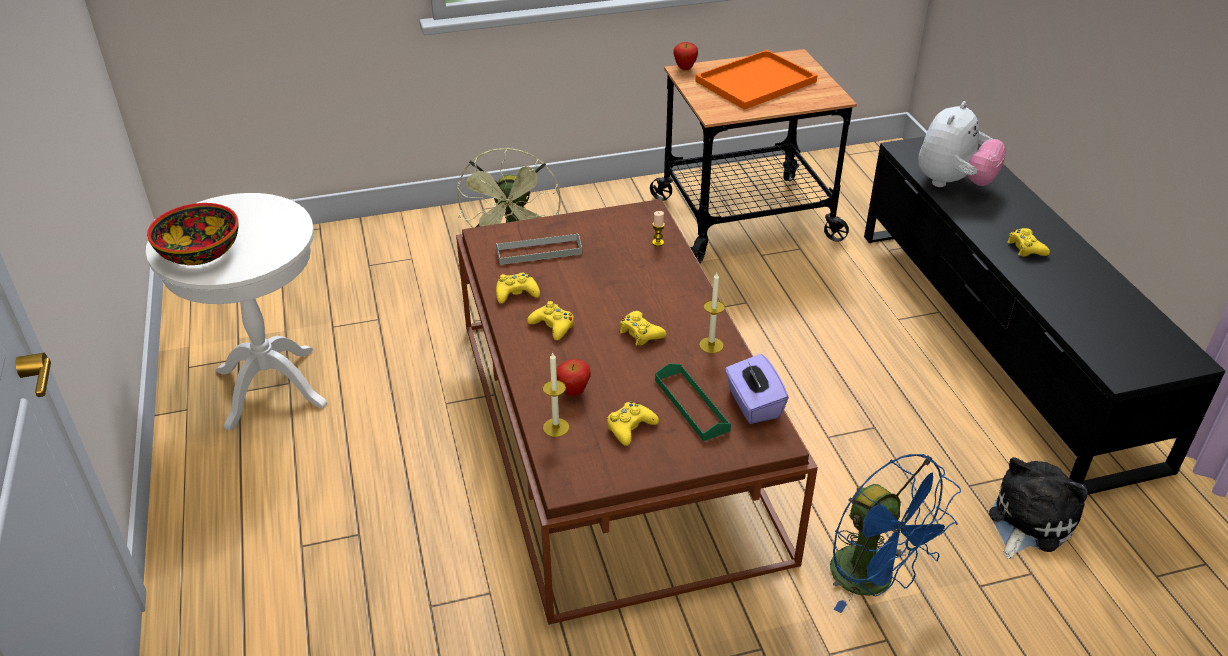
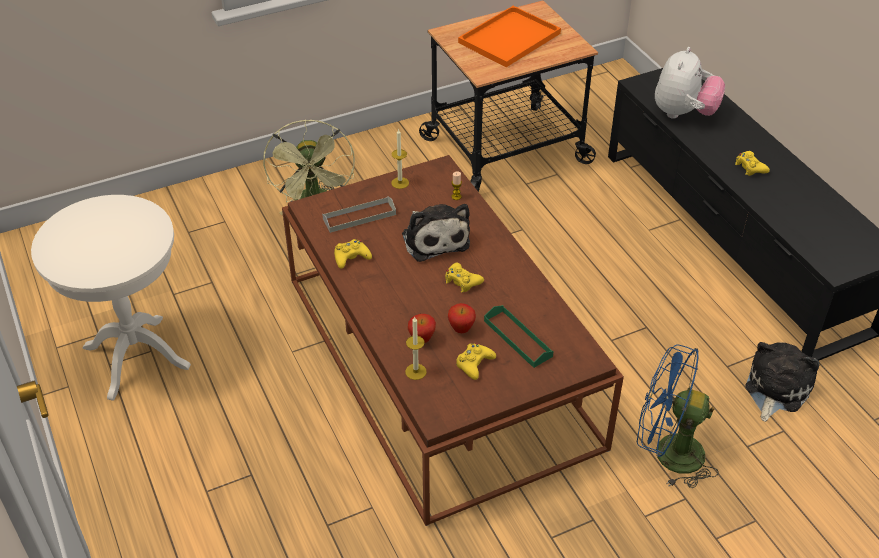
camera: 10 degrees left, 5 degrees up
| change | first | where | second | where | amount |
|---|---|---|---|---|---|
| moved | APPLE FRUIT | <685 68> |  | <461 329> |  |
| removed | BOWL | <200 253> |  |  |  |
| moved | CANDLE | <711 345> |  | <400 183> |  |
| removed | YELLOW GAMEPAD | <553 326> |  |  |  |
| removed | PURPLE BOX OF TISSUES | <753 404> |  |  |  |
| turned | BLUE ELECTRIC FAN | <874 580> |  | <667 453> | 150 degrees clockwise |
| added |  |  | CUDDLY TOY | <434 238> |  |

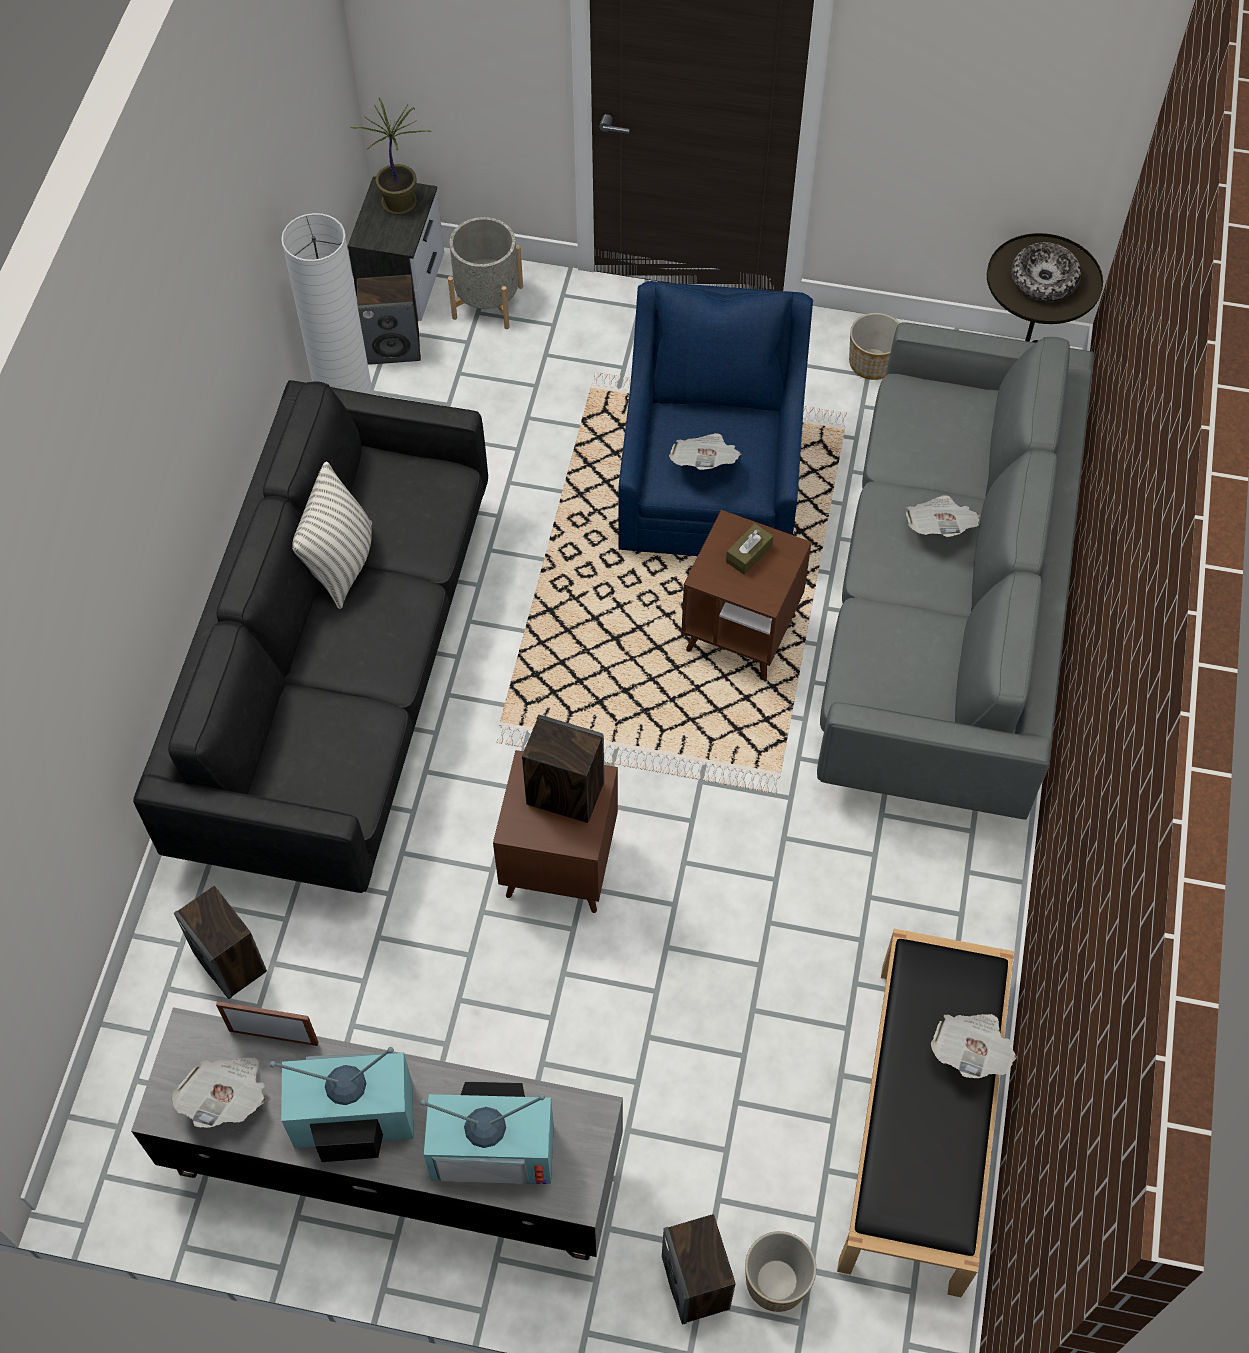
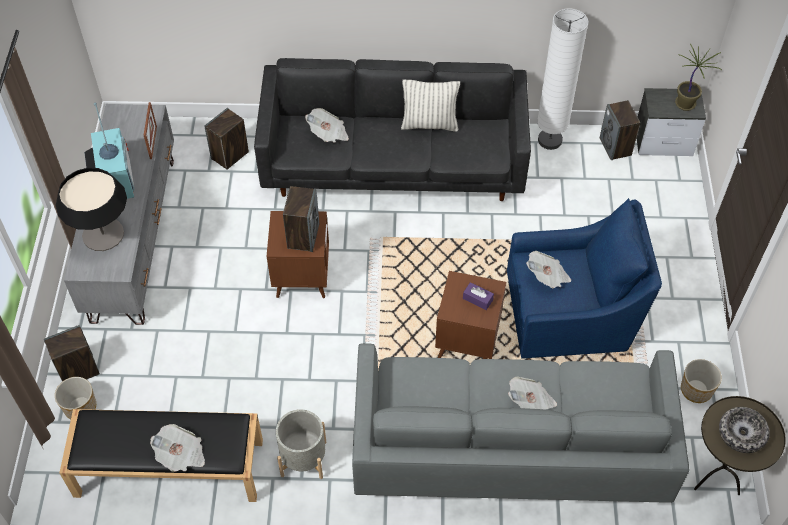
camera: 80 degrees right, 5 degrees down
| change | first | where | second | where | amount |
|---|---|---|---|---|---|
| moved | GREY PLANT POT | <487 302> |  | <303 458> |  |
| recoloured | BROWNISH BOX OF TISSUES | <749 554> | PURPLE BOX OF TISSUES | <477 299> |  |
| moved | NEWSPAPER | <227 1097> |  | <328 134> |  |
| replaced | TELEVISION | <495 1146> | TABLETOP LAMP | <103 234> |  |

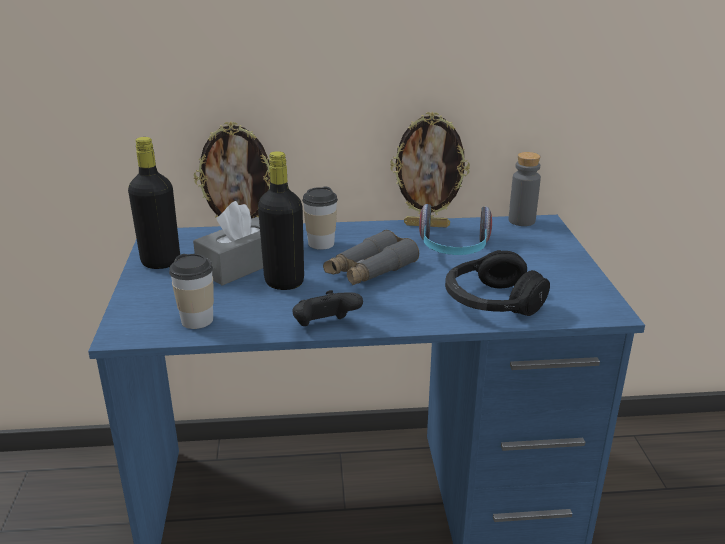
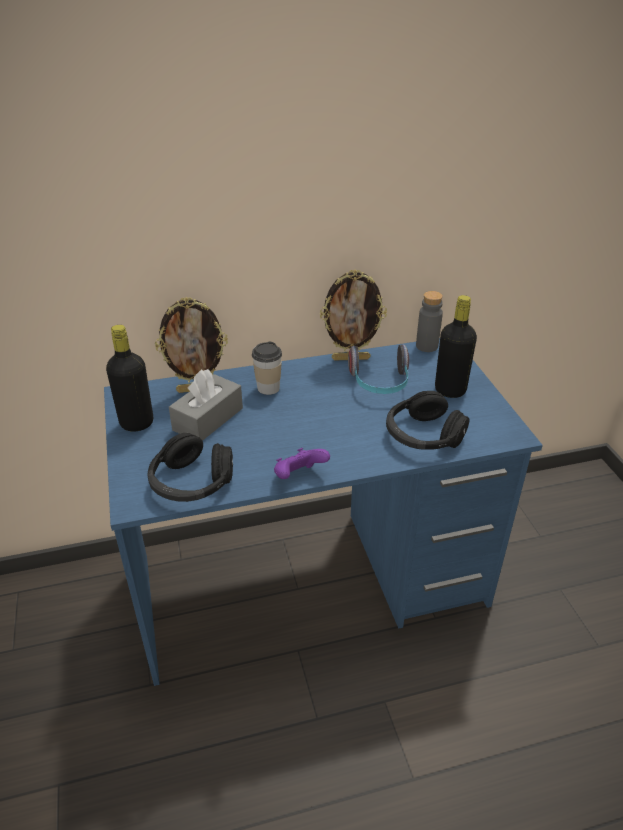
camera: 10 degrees left, 10 degrees up
| change | first | where | second | where | amount |
|---|---|---|---|---|---|
| moved | BLACK-COLOURED DRINK BOTTLE | <284 282> |  | <450 390> |  |
| removed | GREY BINOCULARS | <370 270> |  |  |  |
| replaced | DRINKING CUP | <197 320> | BLACK-COLOURED PAIR OF HEADPHONES | <191 482> |  |
| recoloured | BLACK-COLOURED GAMEPAD | <325 327> | PURPLE GAMEPAD | <298 477> |  |

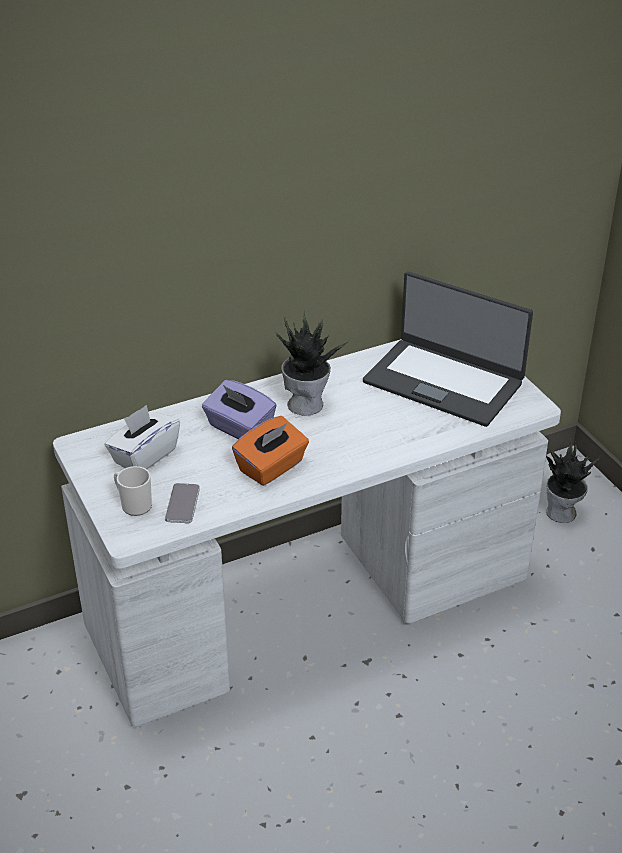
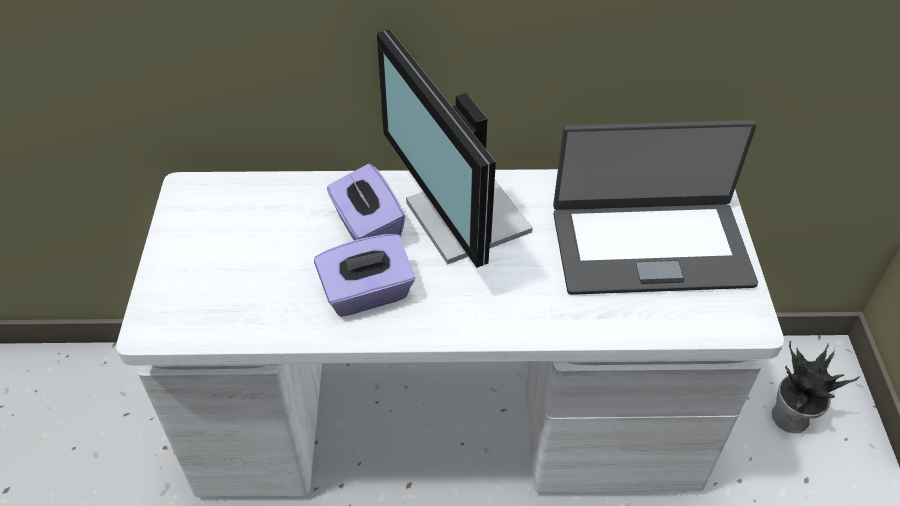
camera: 25 degrees right, 10 degrees up
| change | first | where | second | where | amount |
|---|---|---|---|---|---|
| turned | PORTABLE COMPUTER | <444 381> |  | <649 245> | 60 degrees counterclockwise |
| replaced | POTTED PLANT | <306 403> | MONITOR | <463 220> |  |
| removed | WHITE BOX OF TISSUES | <144 456> |  |  |  |
| recoloured | ORANGE BOX OF TISSUES | <271 467> | PURPLE BOX OF TISSUES | <367 294> |  |
| removed | COFFEE MUG | <133 504> |  |  |  |
| removed | TELEPHONE | <182 504> |  |  |  |

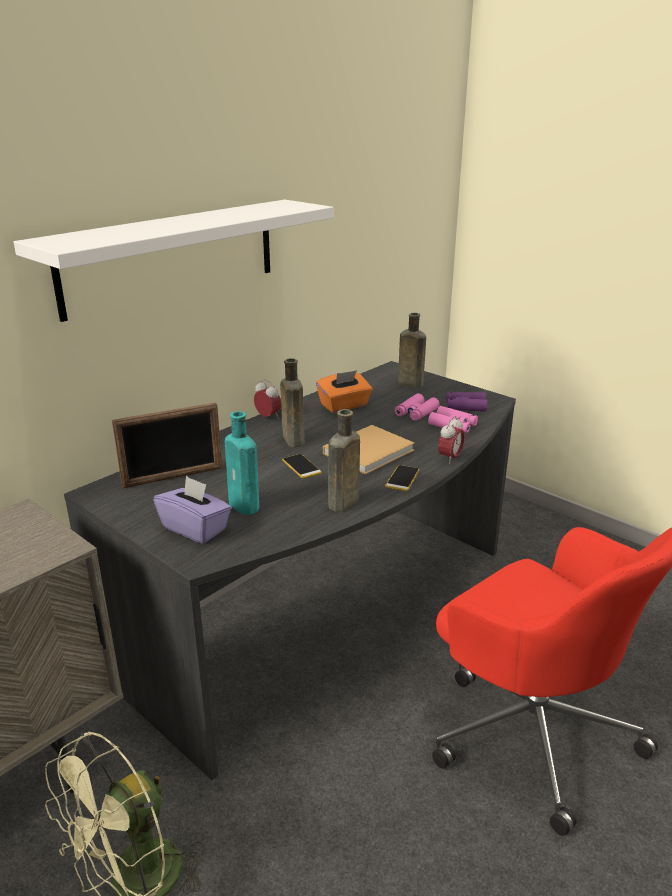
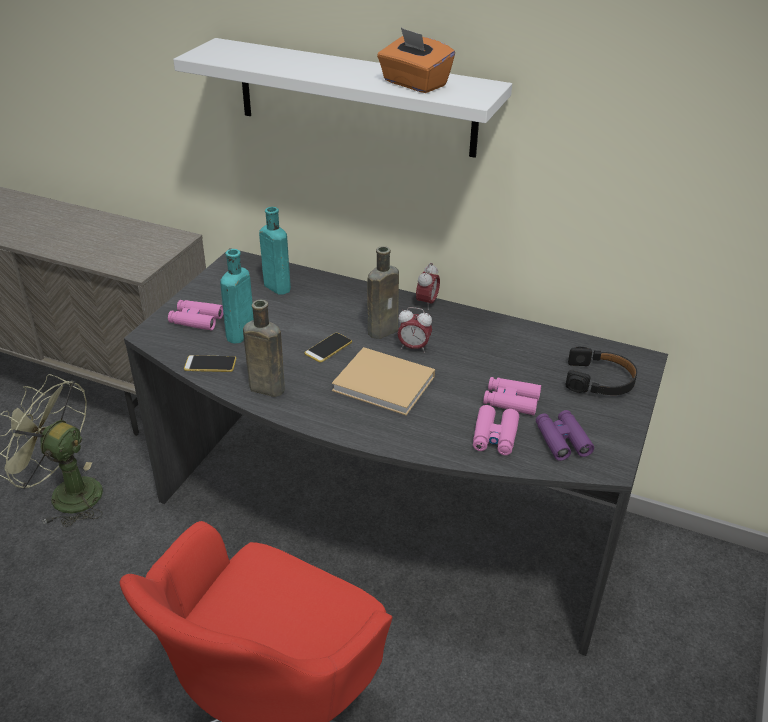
camera: 70 degrees right, 10 degrees up
| change | first | where | second | where | amount |
|---|---|---|---|---|---|
| replaced | BROWNISH DRINK BOTTLE | <408 383> | BLACK-COLOURED PAIR OF HEADPHONES | <599 380> |  |
| moved | ORANGE BOX OF TISSUES | <344 406> |  | <414 84> |  |
| replaced | STANDING FRAME | <173 477> | TURQUOISE DRINK BOTTLE | <275 286> |  |
| moved | TABLE CLOCK | <450 458> |  | <413 347> |  |
| moved | TELEPHONE | <402 478> |  | <210 364> |  |
| replaced | PURPLE BOX OF TISSUES | <195 528> | PINK-COLOURED BINOCULARS | <196 320> |  |

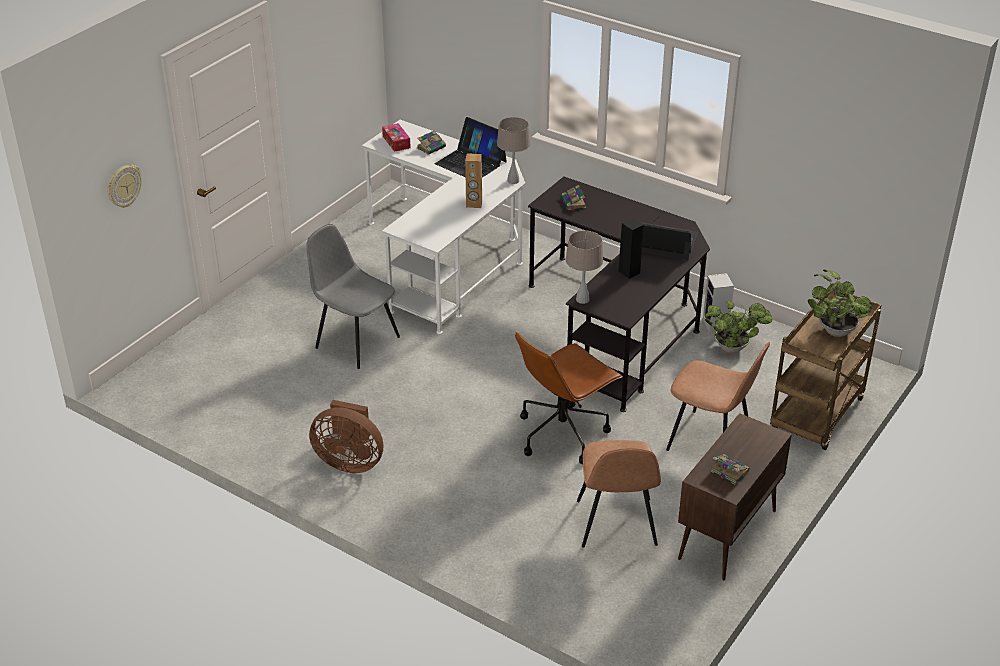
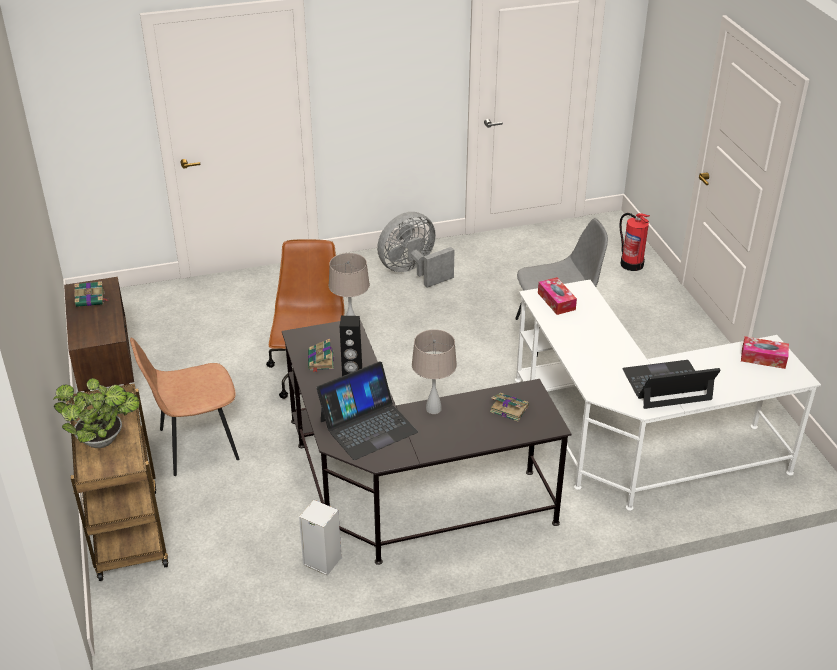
camera: 130 degrees right, 0 degrees up
| change | first | where | second | where | amount |
|---|---|---|---|---|---|
| moved | BEIGE TABLETOP LAMP | <513 180> |  | <433 408> |  |
| moved | BOOK | <431 147> |  | <321 361> |  |
| removed | BROWNISH AUDIO SPEAKER | <474 204> |  |  |  |
| removed | CLOCK ON THE WALL | <123 186> |  |  |  |
| removed | POTTED PLANT | <734 348> |  |  |  |
| recoloured | BROWNISH ELECTRIC FAN | <349 461> | GREY ELECTRIC FAN | <413 272> |  |
| removed | BROWNISH PLAIN CHAIR | <616 525> |  |  |  |
| added |  |  | EXTINGUISHER | <631 264> |  |
| added |  |  | BOX OF TISSUES | <556 301> |  |

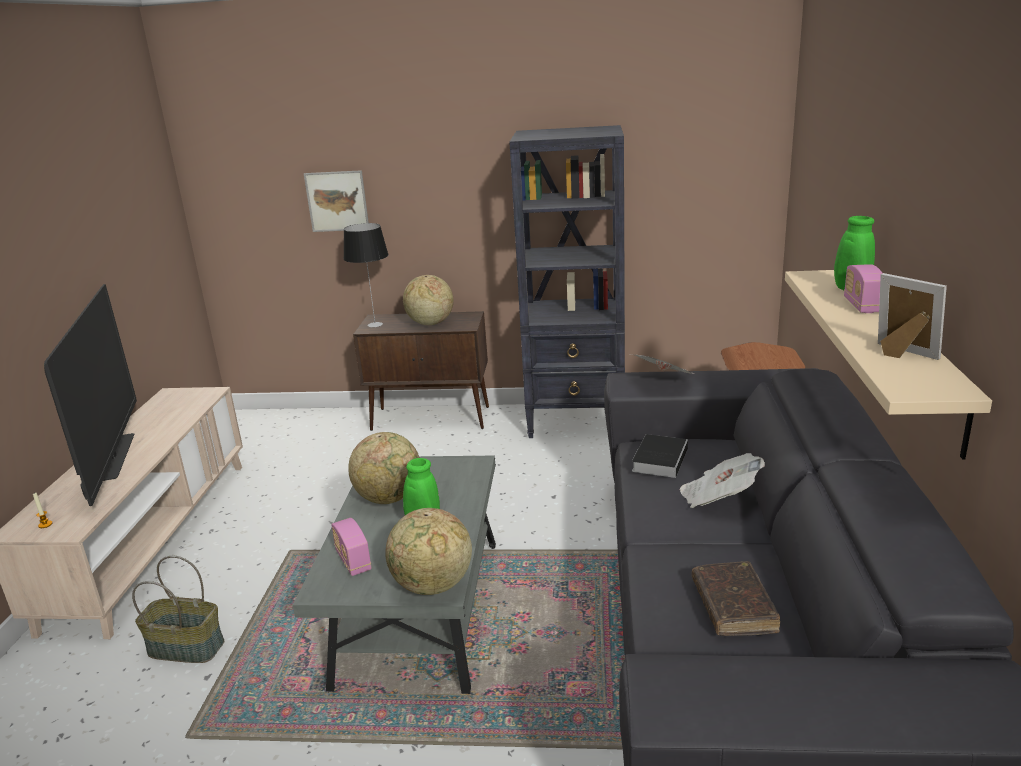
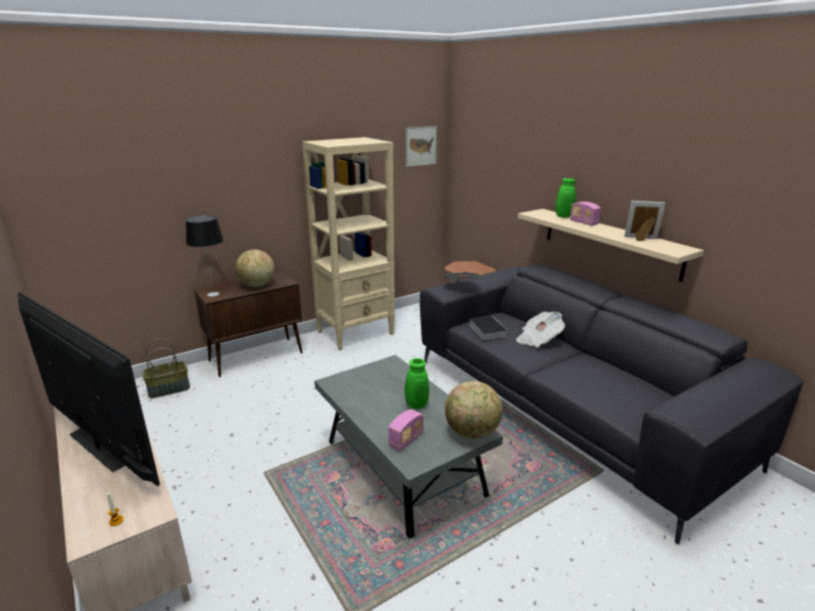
camera: 40 degrees left, 0 degrees up
| change | first | where | second | where | amount |
|---|---|---|---|---|---|
| recoloured | BLACK-COLOURED BOOKCASE | <577 421> | BEIGE BOOKCASE | <356 333> |  |
| moved | PICTURE | <337 201> |  | <420 146> |  |
| removed | GLOBE | <389 498> |  |  |  |
| turned | RADIO SET | <353 561> |  | <406 440> | 75 degrees counterclockwise |
| moved | STORAGE BASKET | <187 647> |  | <169 389> |  |
| removed | BROWNISH BOOK | <733 607> |  |  |  |

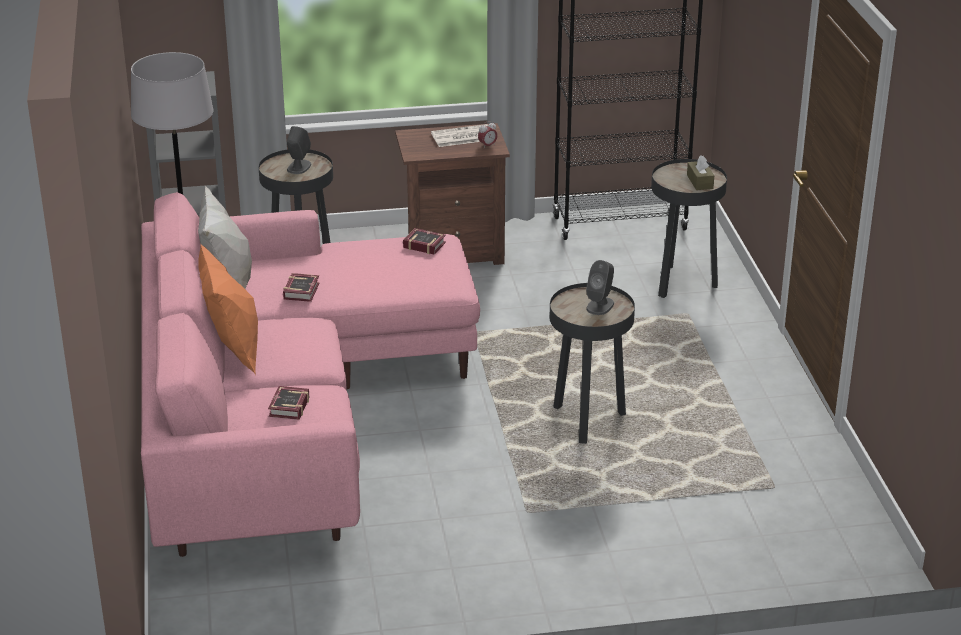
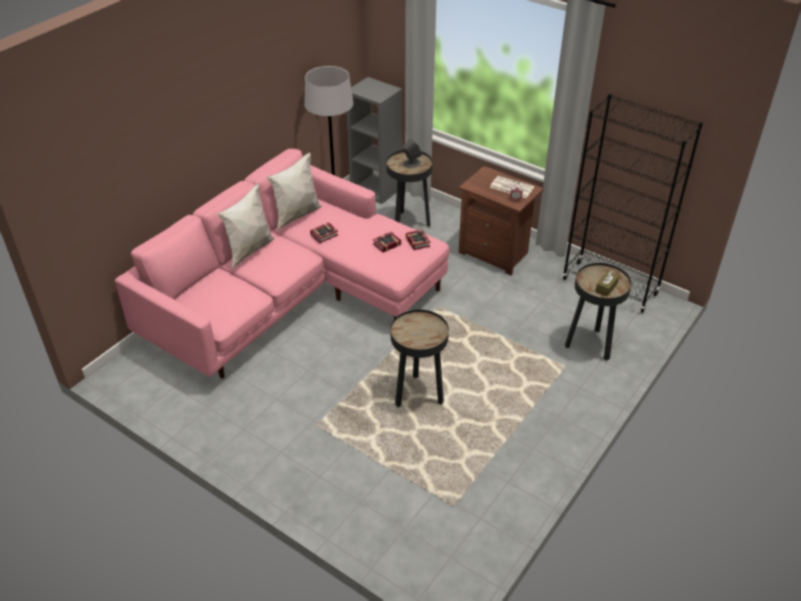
camera: 45 degrees right, 10 degrees up
| change | first | where | second | where | amount |
|---|---|---|---|---|---|
| recoloured | ORANGE CUSHION | <233 352> | WHITE CUSHION | <250 250> |  |
| removed | GREY AUDIO SPEAKER | <600 305> |  |  |  |
| moved | BOOK | <287 408> |  | <385 244> |  |

